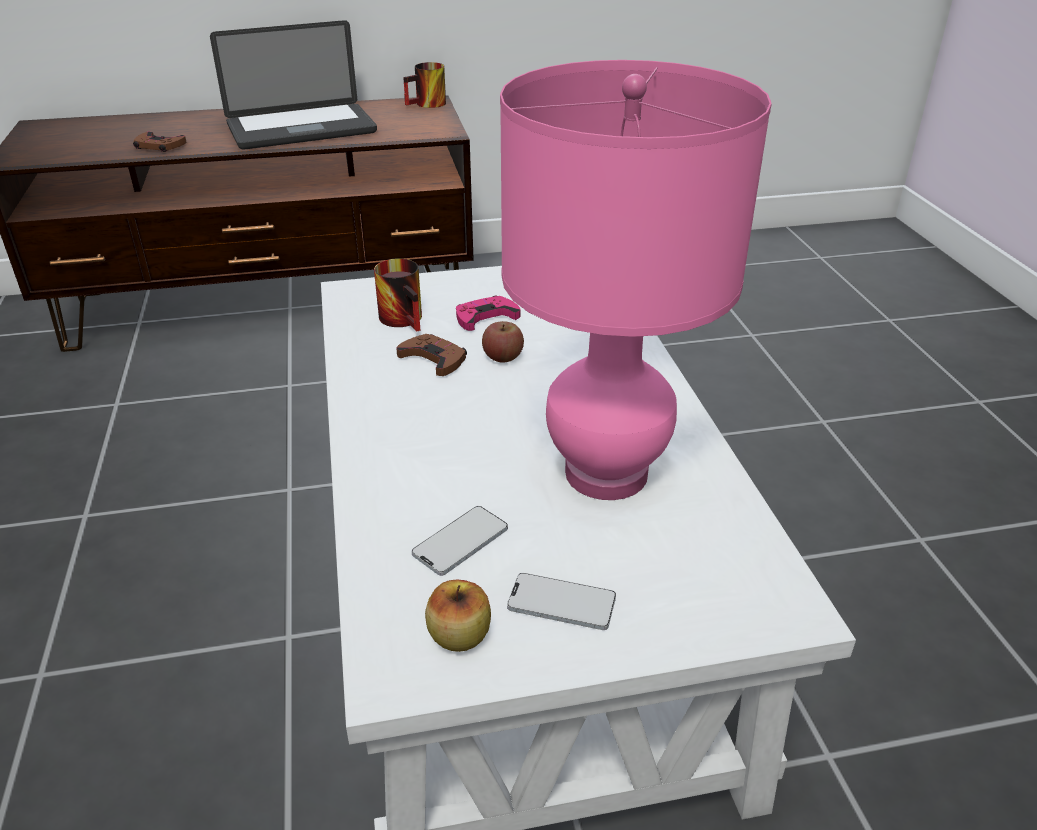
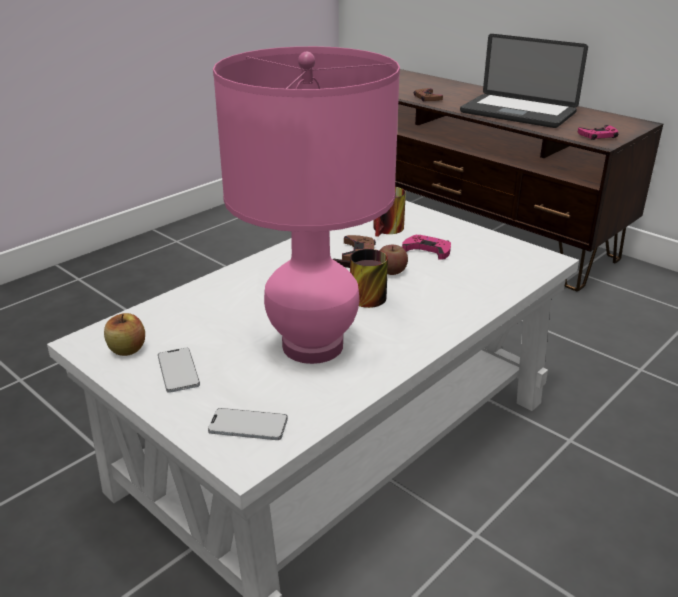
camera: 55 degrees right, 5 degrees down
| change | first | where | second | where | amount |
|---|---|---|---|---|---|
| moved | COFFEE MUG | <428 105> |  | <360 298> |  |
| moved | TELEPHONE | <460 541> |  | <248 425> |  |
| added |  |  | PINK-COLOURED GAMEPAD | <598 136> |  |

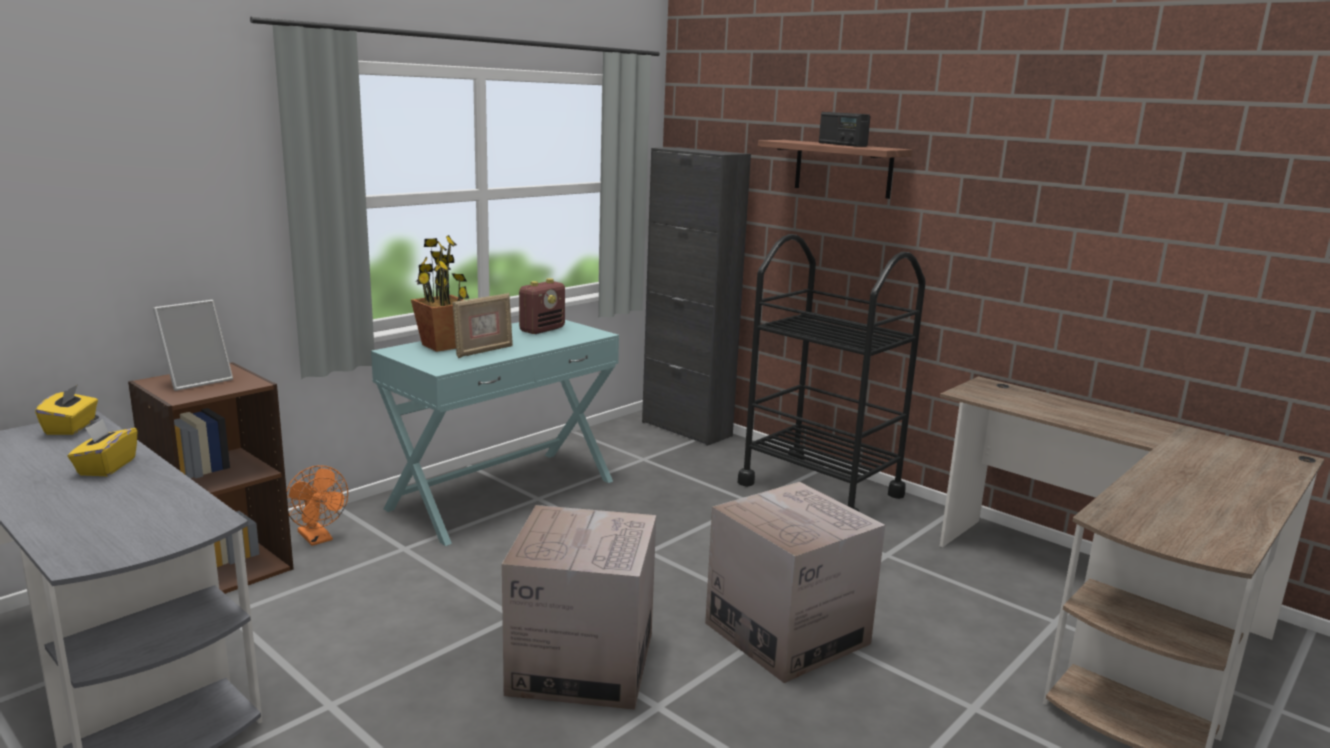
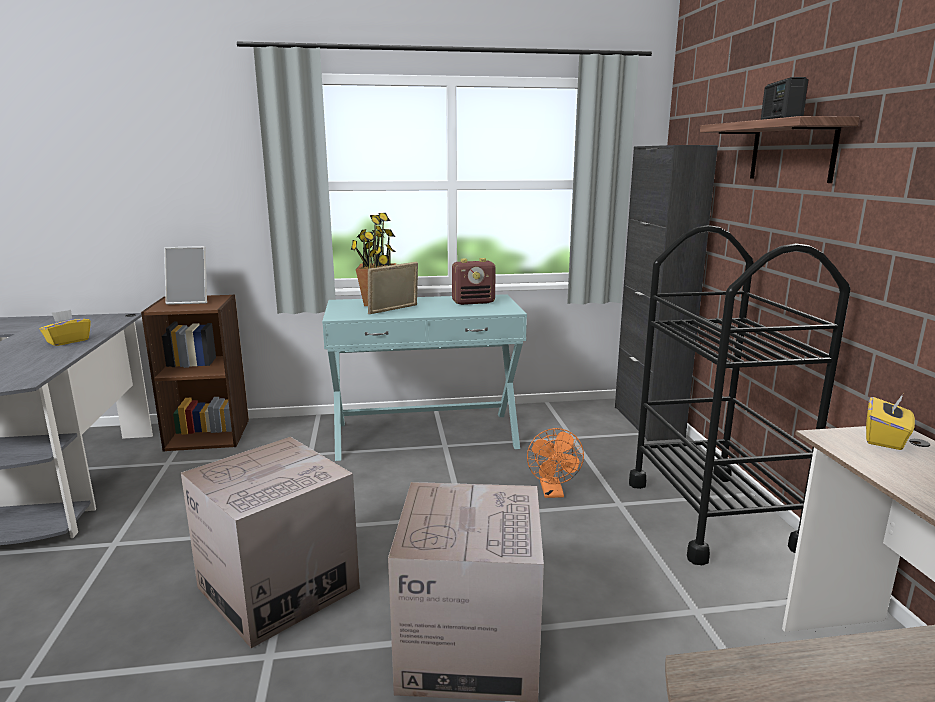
camera: 40 degrees right, 0 degrees up
| change | first | where | second | where | amount |
|---|---|---|---|---|---|
| turned | STANDING FRAME | <483 351> |  | <394 310> | 150 degrees clockwise |
| moved | YELLOW BOX OF TISSUES | <71 427> |  | <885 439> |  |
| moved | ORANGE ELECTRIC FAN | <318 539> |  | <553 493> |  |

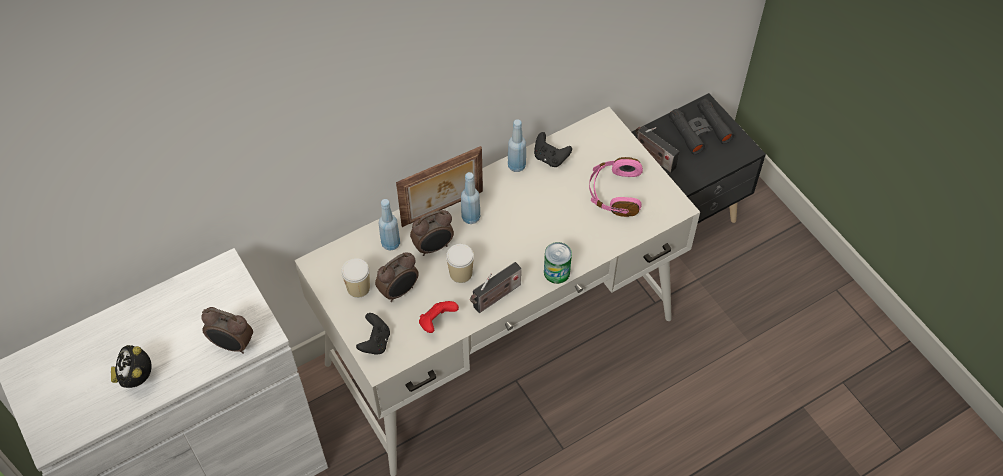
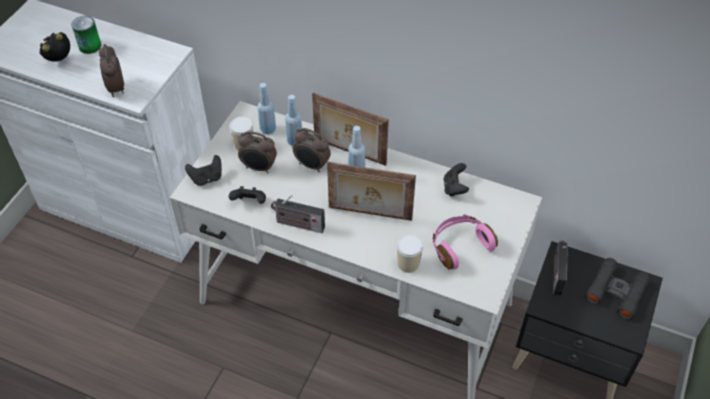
camera: 55 degrees right, 5 degrees down
| change | first | where | second | where | amount |
|---|---|---|---|---|---|
| moved | BLUE DRINK BOTTLE | <516 166> |  | <268 129> |  |
| moved | CAN | <556 272> |  | <90 46> |  |
| moved | DRINKING CUP | <461 273> |  | <408 264> |  |
| recoloured | RED-COLOURED GAMEPAD | <437 322> | BLACK-COLOURED GAMEPAD | <250 202> |  |
| added |  |  | STANDING FRAME | <370 214> |  |

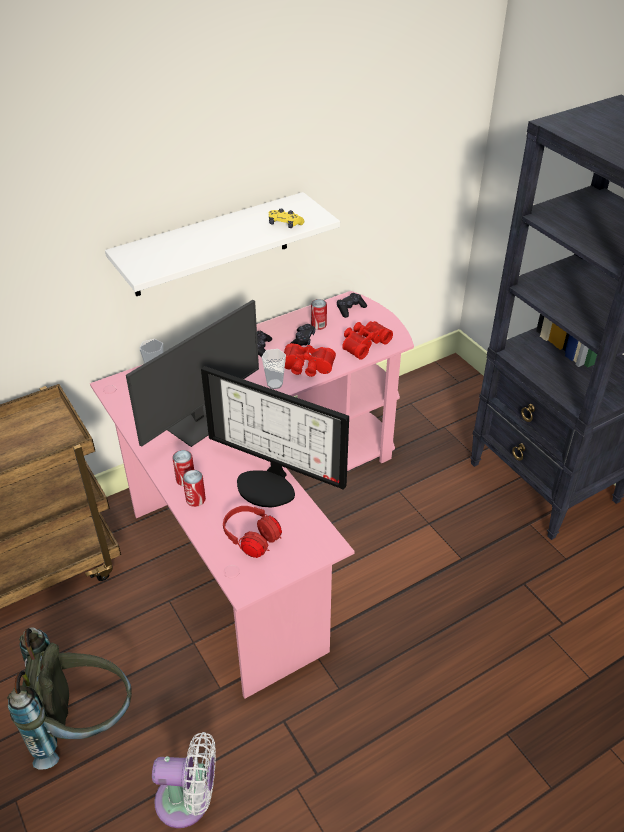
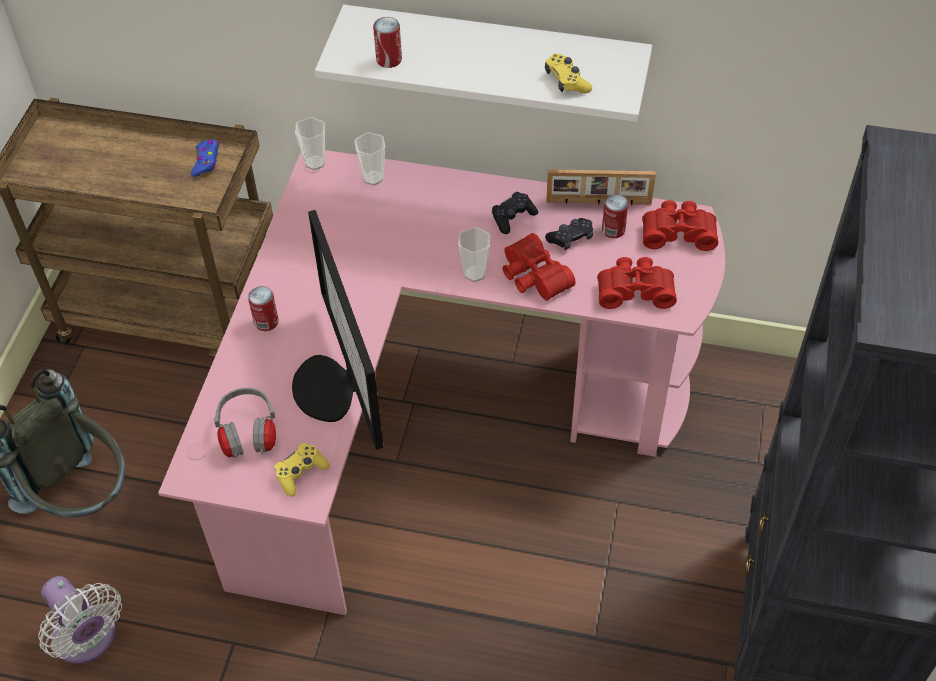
camera: 45 degrees right, 10 degrees up
| change | first | where | second | where | amount |
|---|---|---|---|---|---|
| replaced | BLACK-COLOURED GAMEPAD | <350 309> | RED-COLOURED BINOCULARS | <678 232> |  |
| removed | MONITOR | <198 423> |  |  |  |
| moved | CAN | <195 499> |  | <389 59> |  |
| recoloured | RED-COLOURED PAIR OF HEADPHONES | <252 540> | GREY PAIR OF HEADPHONES | <248 434> |  |
| added |  |  | DRINKING CUP | <315 163> |  |
| added |  |  | BLUE GAMEPAD | <206 161> |  |
| added |  |  | STANDING FRAME | <598 203> |  |
| added |  |  | YELLOW GAMEPAD | <300 473> |  |

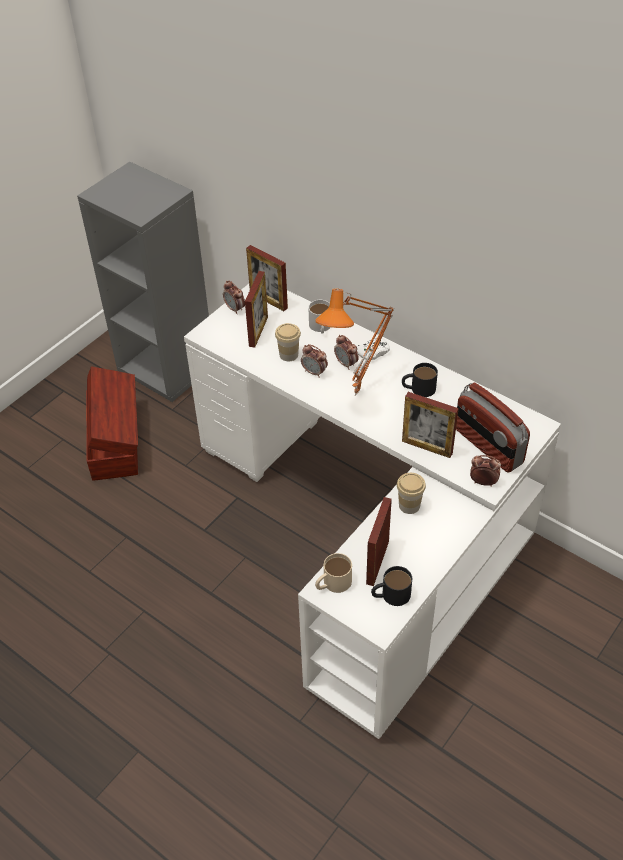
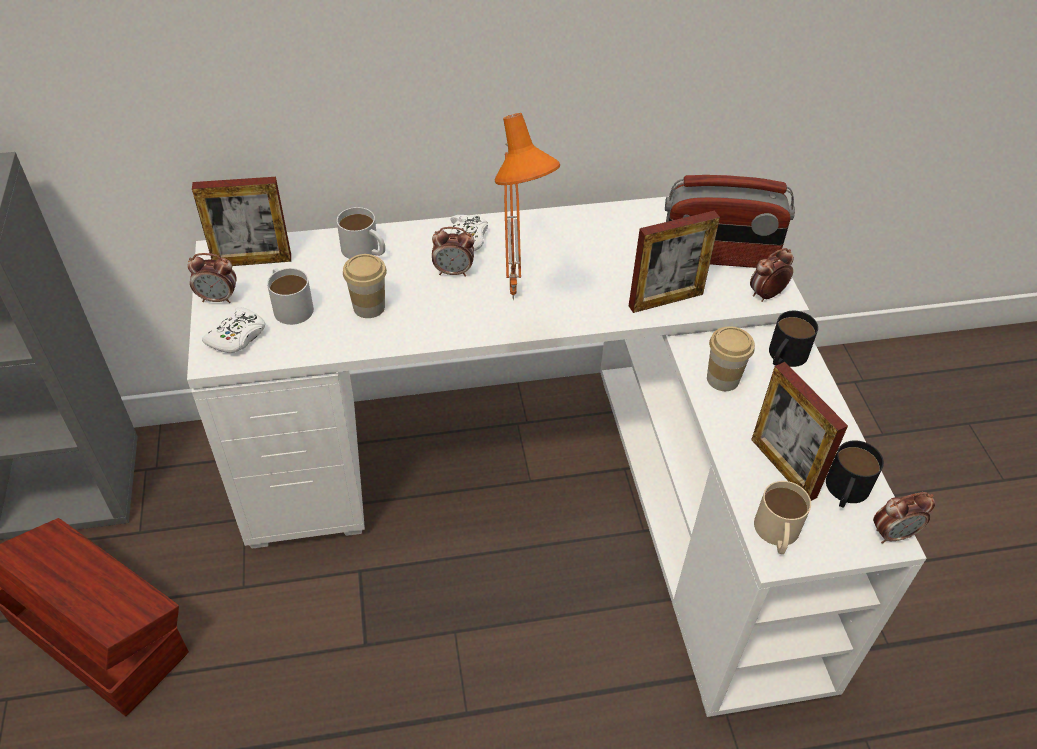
camera: 50 degrees left, 0 degrees up
| change | first | where | second | where | amount |
|---|---|---|---|---|---|
| replaced | STANDING FRAME | <258 331> | WHITE COFFEE MUG | <290 305> |  |
| moved | TABLE CLOCK | <314 372> |  | <893 534> |  |
| moved | BLACK-COLOURED COFFEE MUG | <418 388> |  | <784 357> |  |
| added |  |  | WHITE GAMEPAD | <237 337> |  |

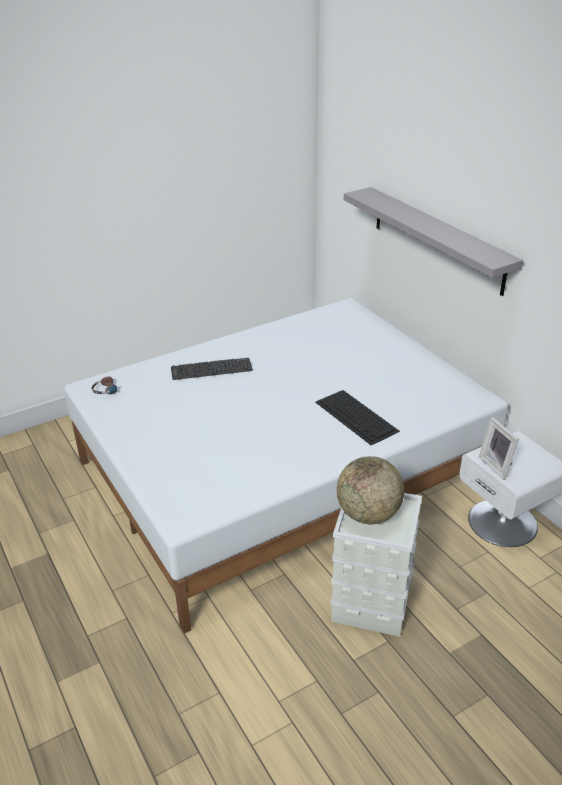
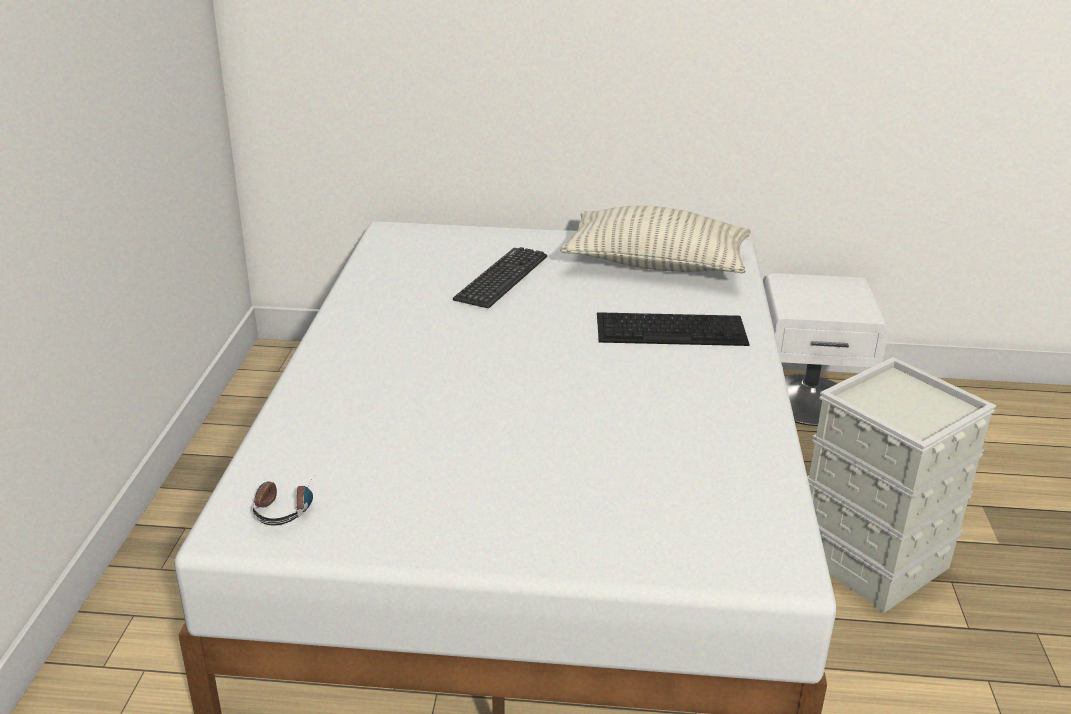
camera: 55 degrees left, 5 degrees down
| change | first | where | second | where | amount |
|---|---|---|---|---|---|
| removed | GREY WALL SHELF | <437 239> |  |  |  |
| moved | KEYBOARD | <211 369> |  | <501 278> |  |
| removed | STANDING FRAME | <497 466> |  |  |  |
| removed | GLOBE | <368 514> |  |  |  |
| added |  |  | CUSHION | <656 265> |  |

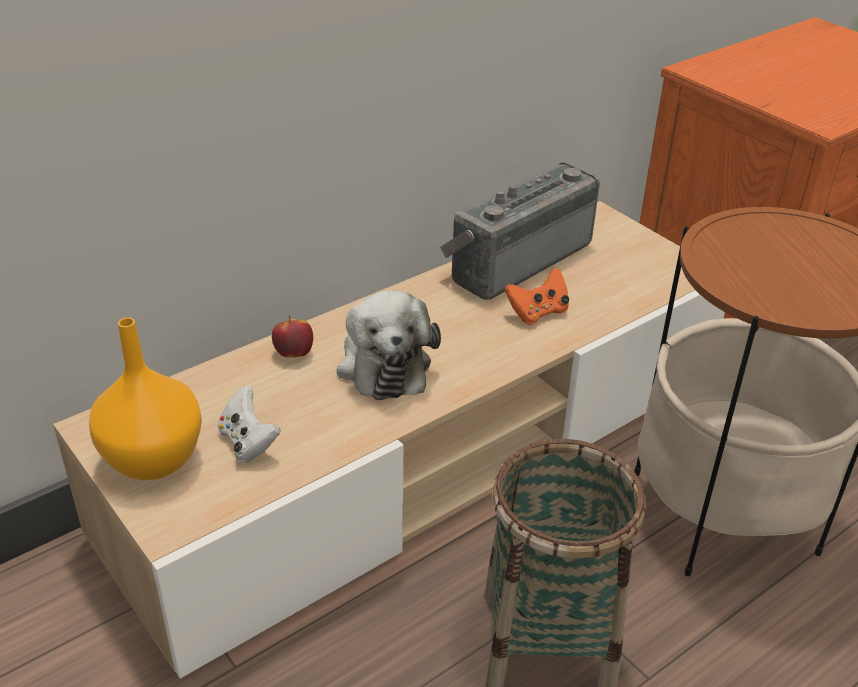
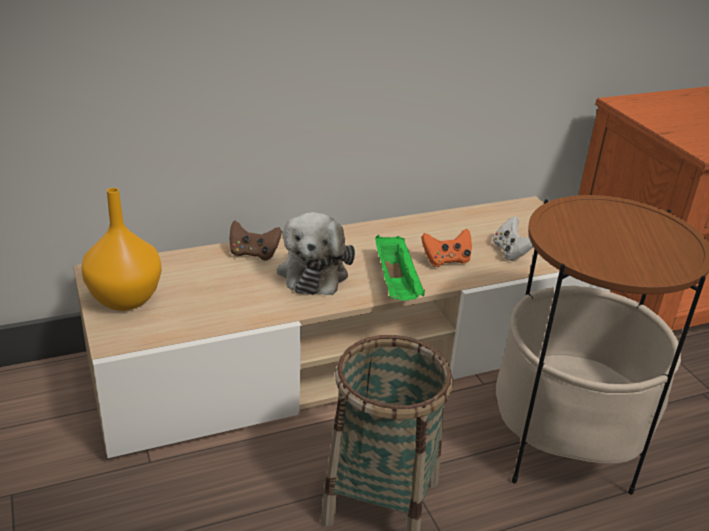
camera: 15 degrees right, 5 degrees down
| change | first | where | second | where | amount |
|---|---|---|---|---|---|
| removed | RADIO SET | <516 259> |  |  |  |
| replaced | APPLE FRUIT | <293 354> | BROWNISH GAMEPAD | <254 253> |  |
| moved | WHITE GAMEPAD | <248 443> |  | <510 251> |  |
| added |  |  | GREENISH SERVING TRAY | <396 284> |  |

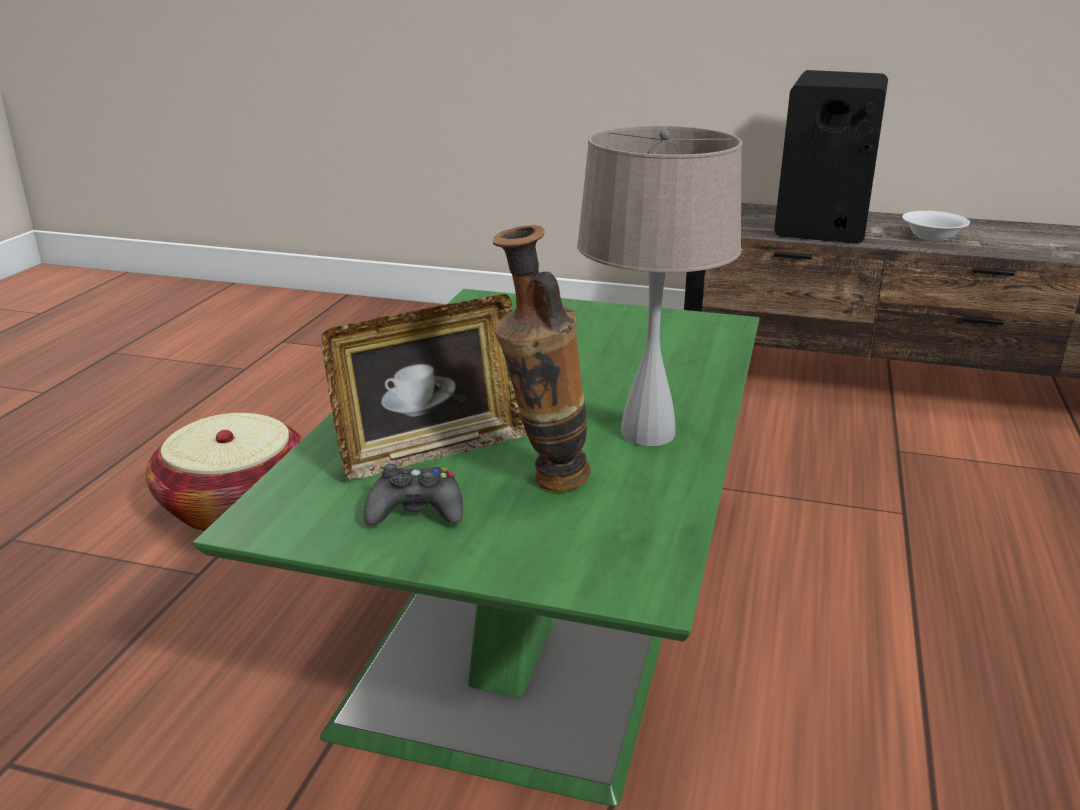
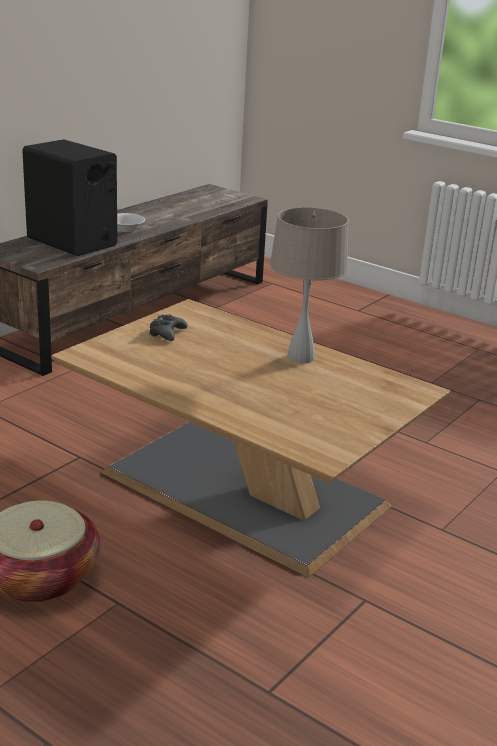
camera: 70 degrees left, 0 degrees up
| change | first | where | second | where | amount |
|---|---|---|---|---|---|
| removed | VASE | <543 482> |  |  |  |
| recoloured | GREENISH COFFEE TABLE | <539 599> | BROWNISH COFFEE TABLE | <239 487> |  |
| removed | STANDING FRAME | <431 451> |  |  |  |
| moved | BLACK-COLOURED GAMEPAD | <416 510> |  | <167 333> |  |

